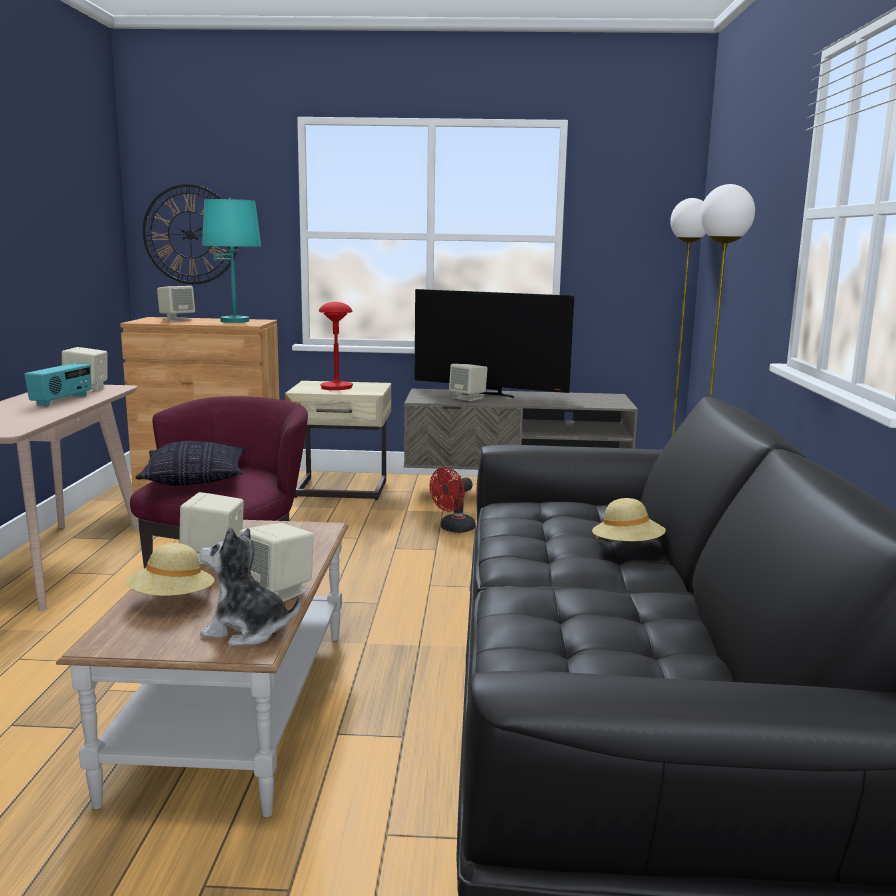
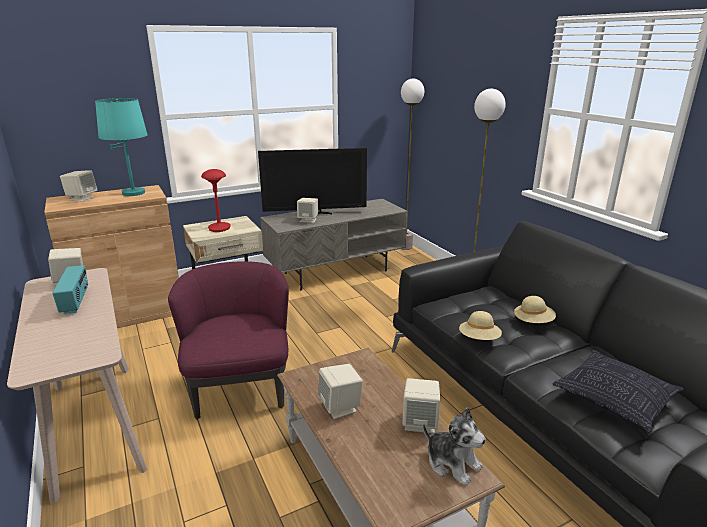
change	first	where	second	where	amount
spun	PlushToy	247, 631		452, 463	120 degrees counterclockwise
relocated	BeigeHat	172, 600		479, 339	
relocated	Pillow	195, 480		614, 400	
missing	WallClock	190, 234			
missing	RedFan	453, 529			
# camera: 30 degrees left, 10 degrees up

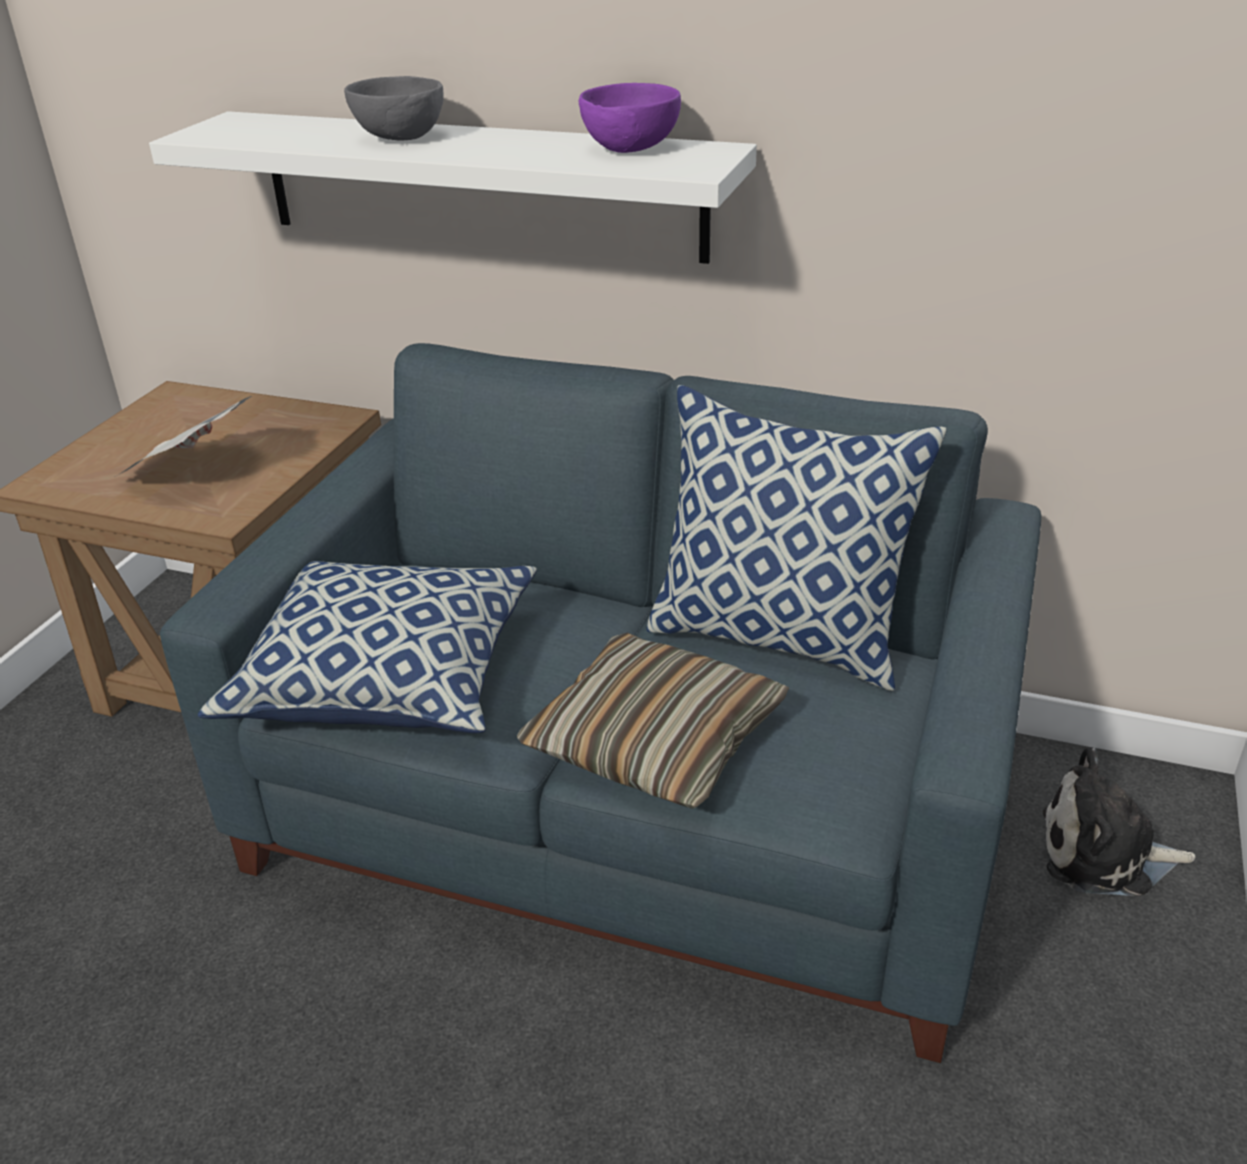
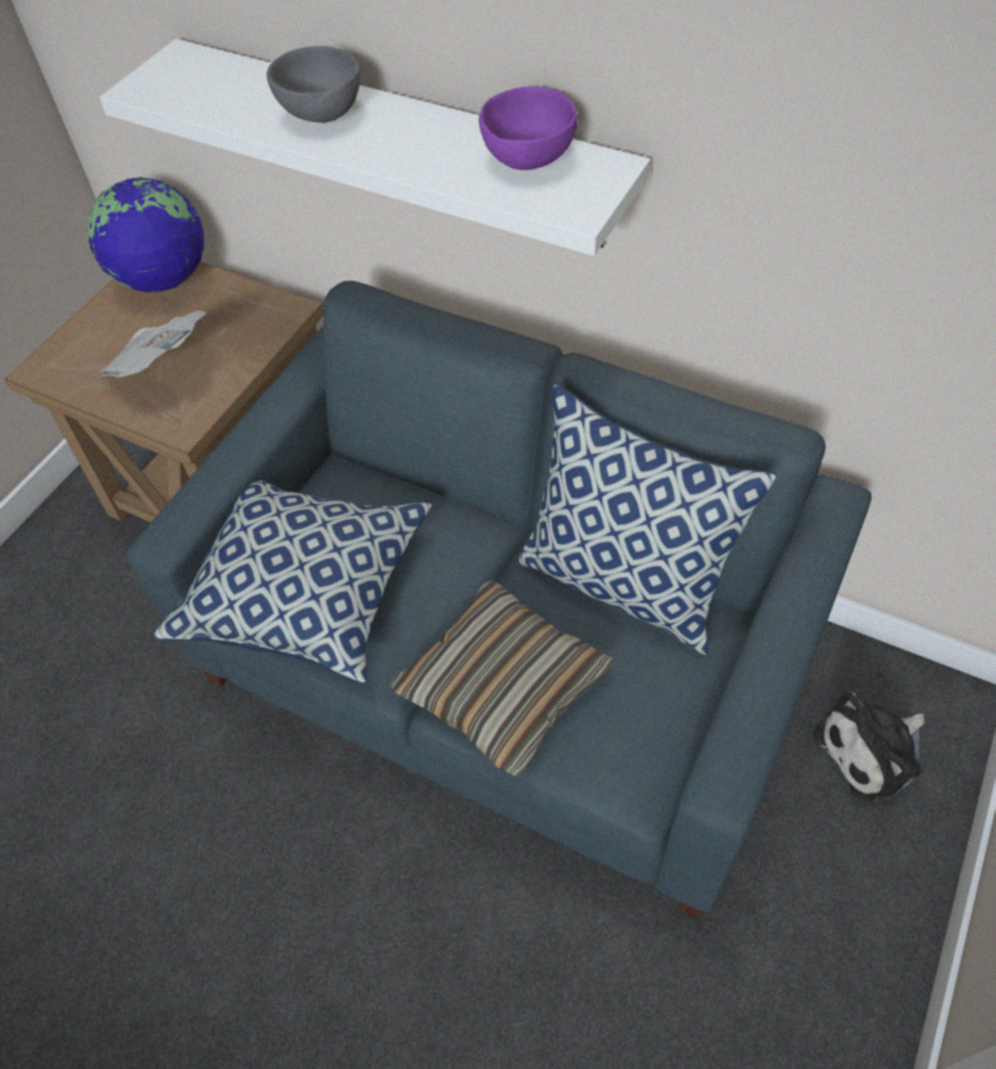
change	first	where	second	where	amount
appeared			Globe	163, 279	
spun	PlushToy	1104, 854		872, 751	45 degrees counterclockwise
# camera: 10 degrees right, 20 degrees up

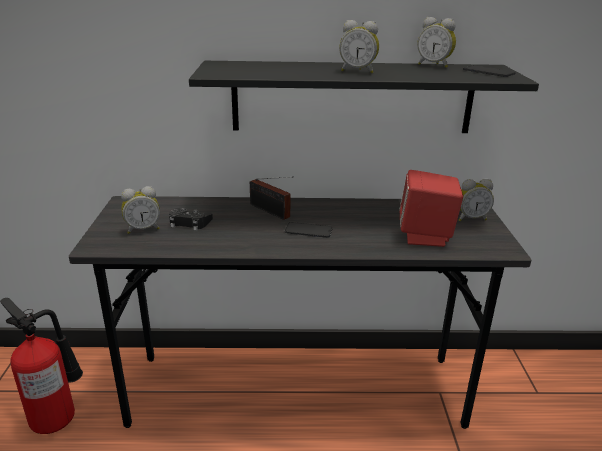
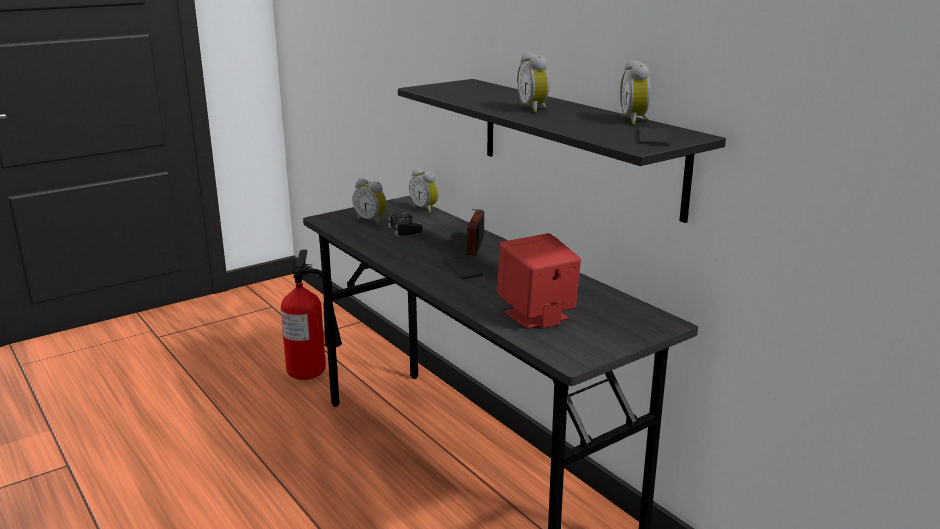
change	first	where	second	where	amount
relocated	AlarmClock	470, 218		425, 209	
# camera: 55 degrees right, 5 degrees down

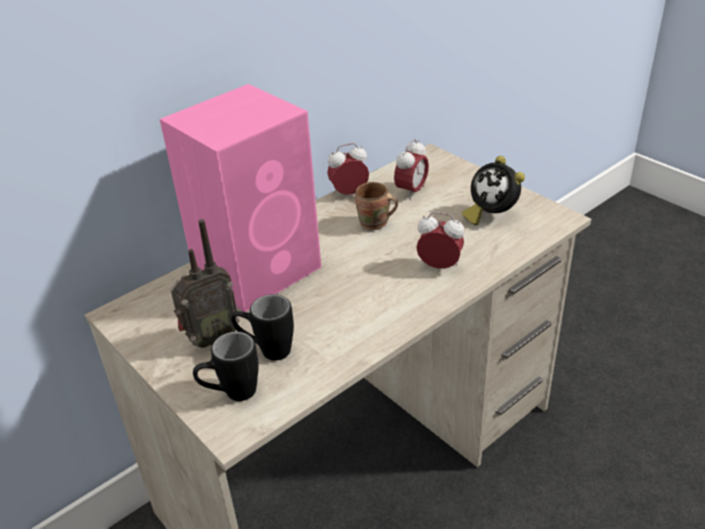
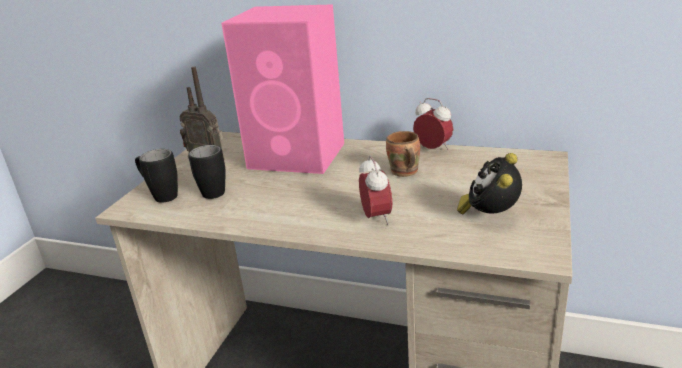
change	first	where	second	where	amount
missing	AlarmClock	411, 192			
# camera: 60 degrees right, 10 degrees down

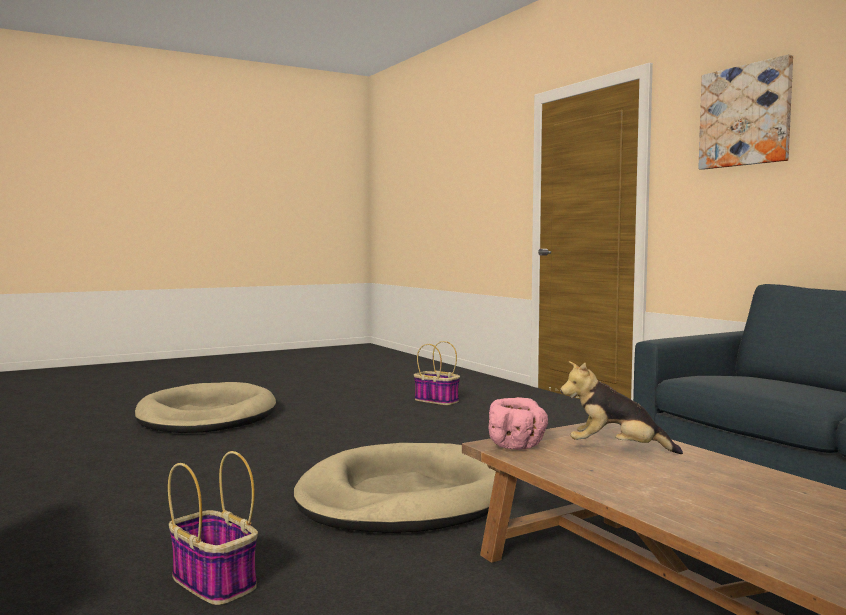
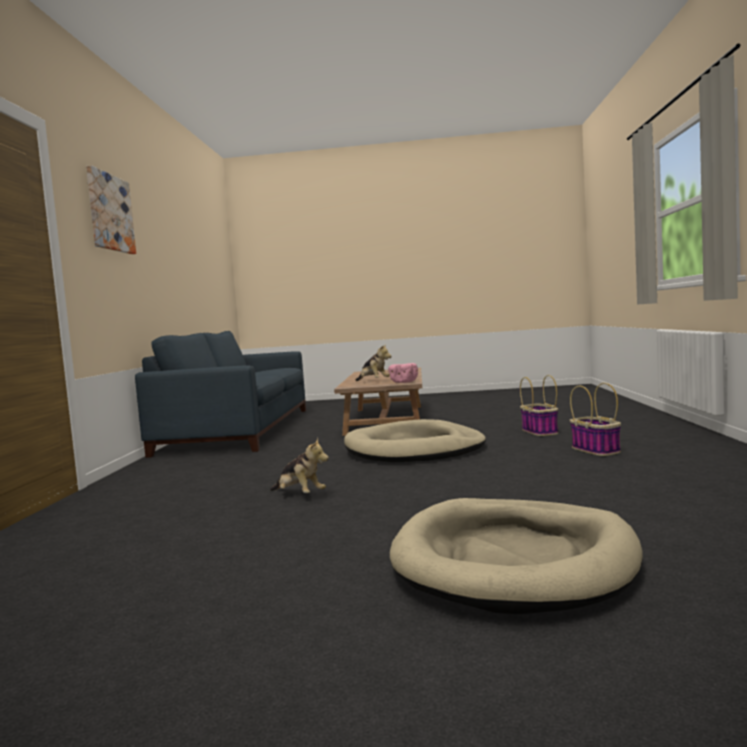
change	first	where	second	where	amount
appeared			PlushToy	299, 495	
relocated	Basket	435, 401		596, 450	
# camera: 145 degrees left, 0 degrees up

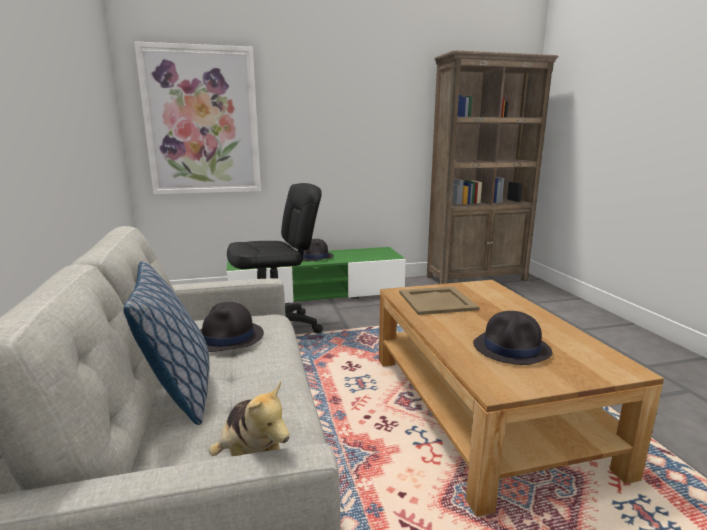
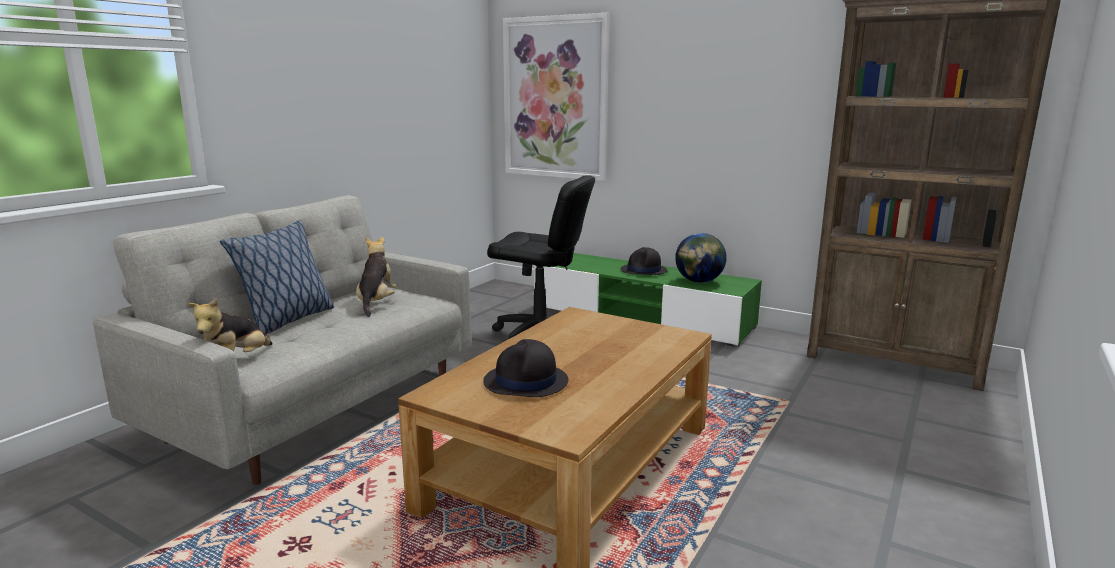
change	first	where	second	where	amount
exchanged	BlackHat	228, 338	PlushToy	376, 303	
appeared			Globe	699, 281	
missing	BeigeTray	437, 301			
# camera: 45 degrees right, 0 degrees up

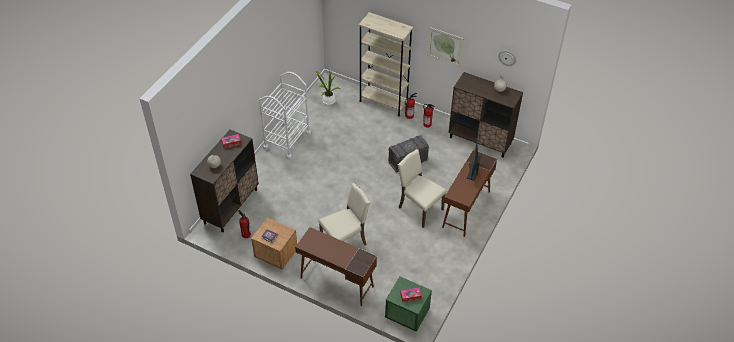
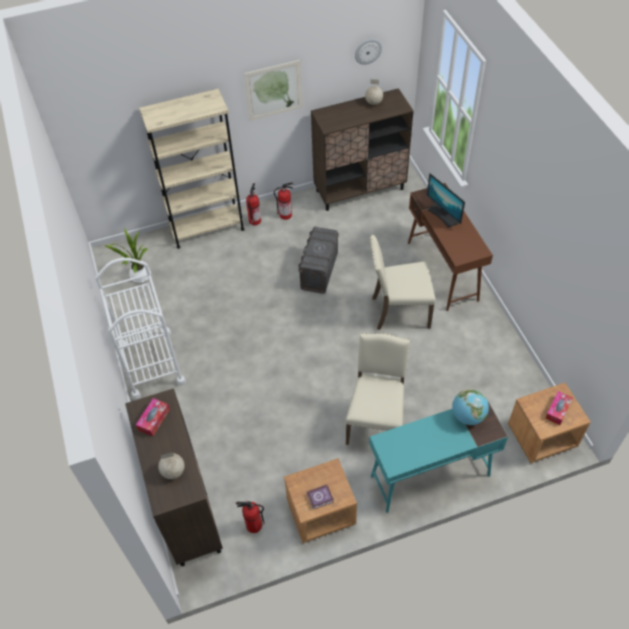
change	first	where	second	where	amount
colour	BrownDesk	336, 282	TurquoiseDesk	429, 476	
appeared			Globe	468, 416	
colour	GreenNightstand	407, 313	BrownNightstand	541, 436	
# camera: 45 degrees left, 5 degrees up

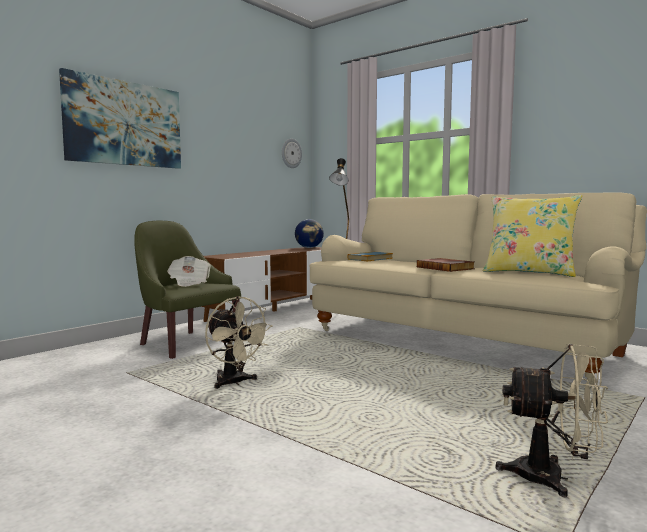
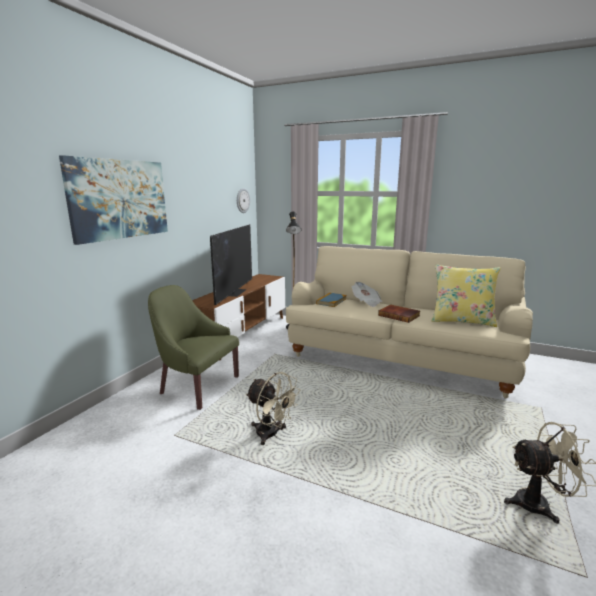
change	first	where	second	where	amount
appeared			Television	235, 292	
relocated	Newspaper	189, 283		366, 302	
missing	Globe	309, 248			
# camera: 15 degrees left, 10 degrees up

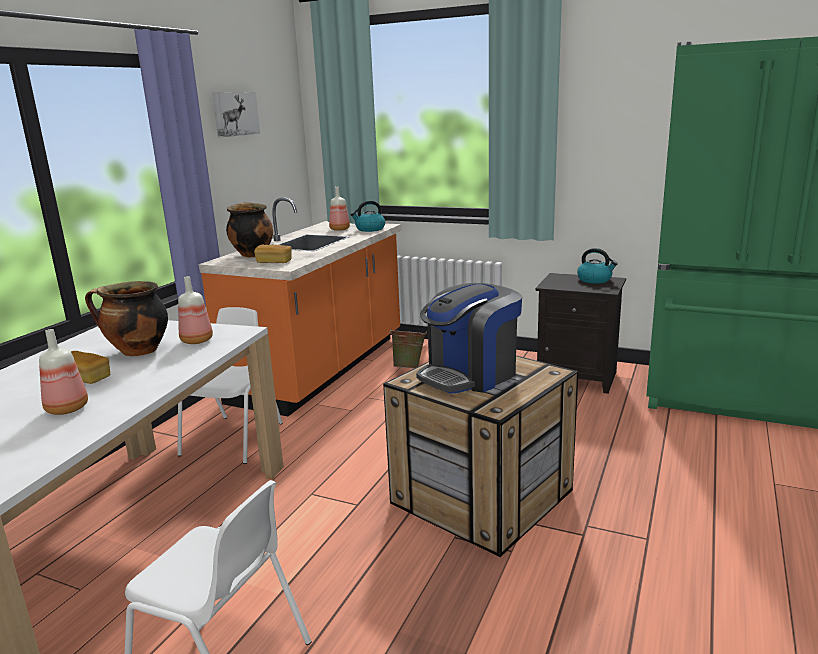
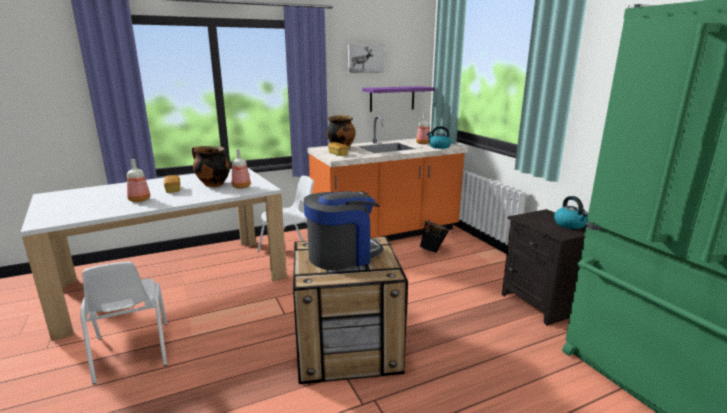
change	first	where	second	where	amount
spun	CoffeeMachine	470, 375		342, 255	150 degrees clockwise
appeared			PurpleShelf	392, 98	
colour	GreenBucket	409, 368	BlackBucket	433, 251	
# camera: 40 degrees right, 0 degrees up

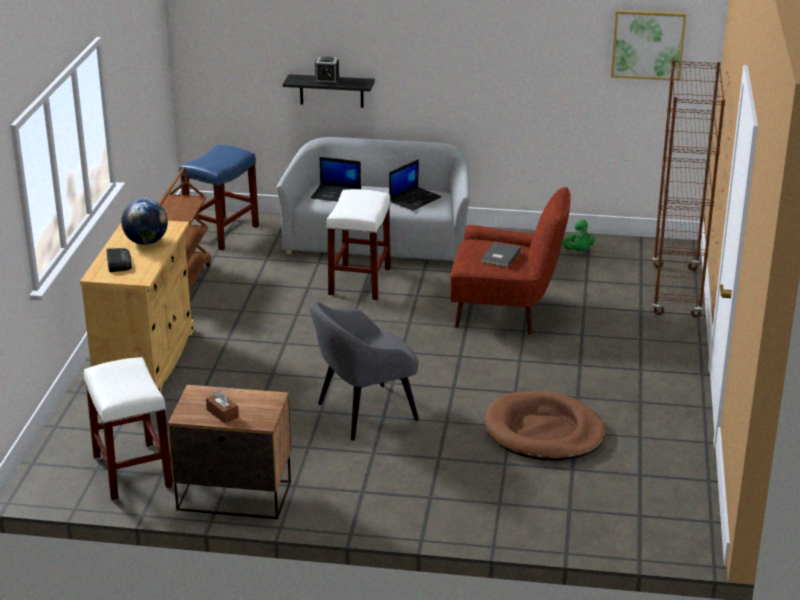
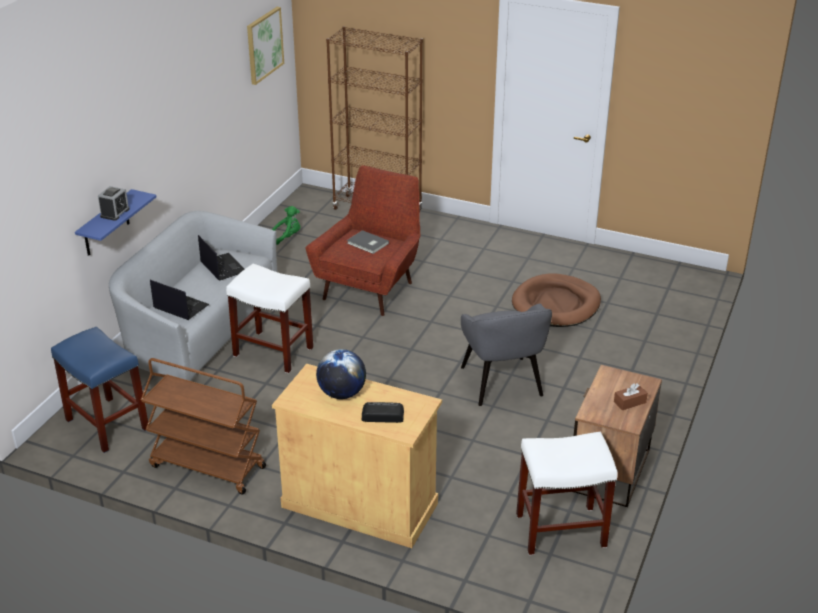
change	first	where	second	where	amount
colour	BlackShelf	331, 91	BlueShelf	106, 224	
spun	Laptop	337, 194		180, 307	90 degrees counterclockwise
# camera: 75 degrees left, 5 degrees up

